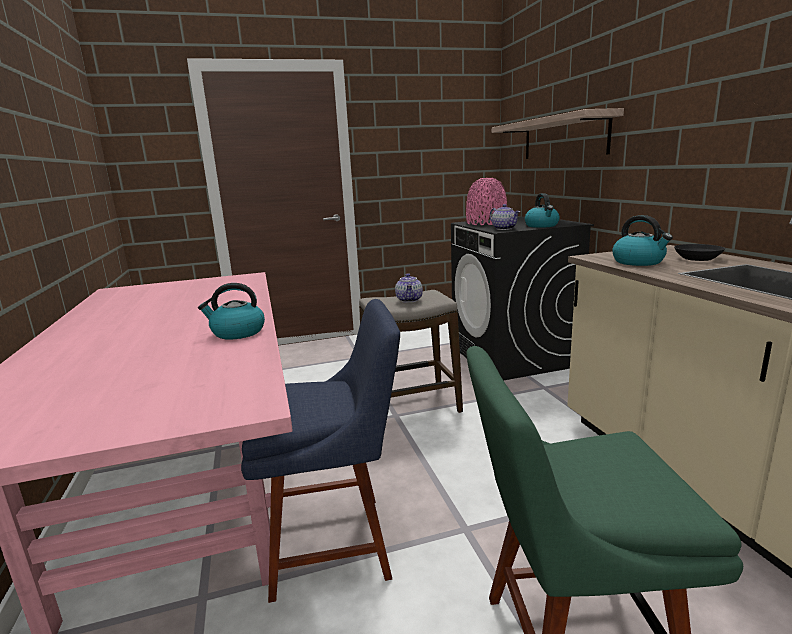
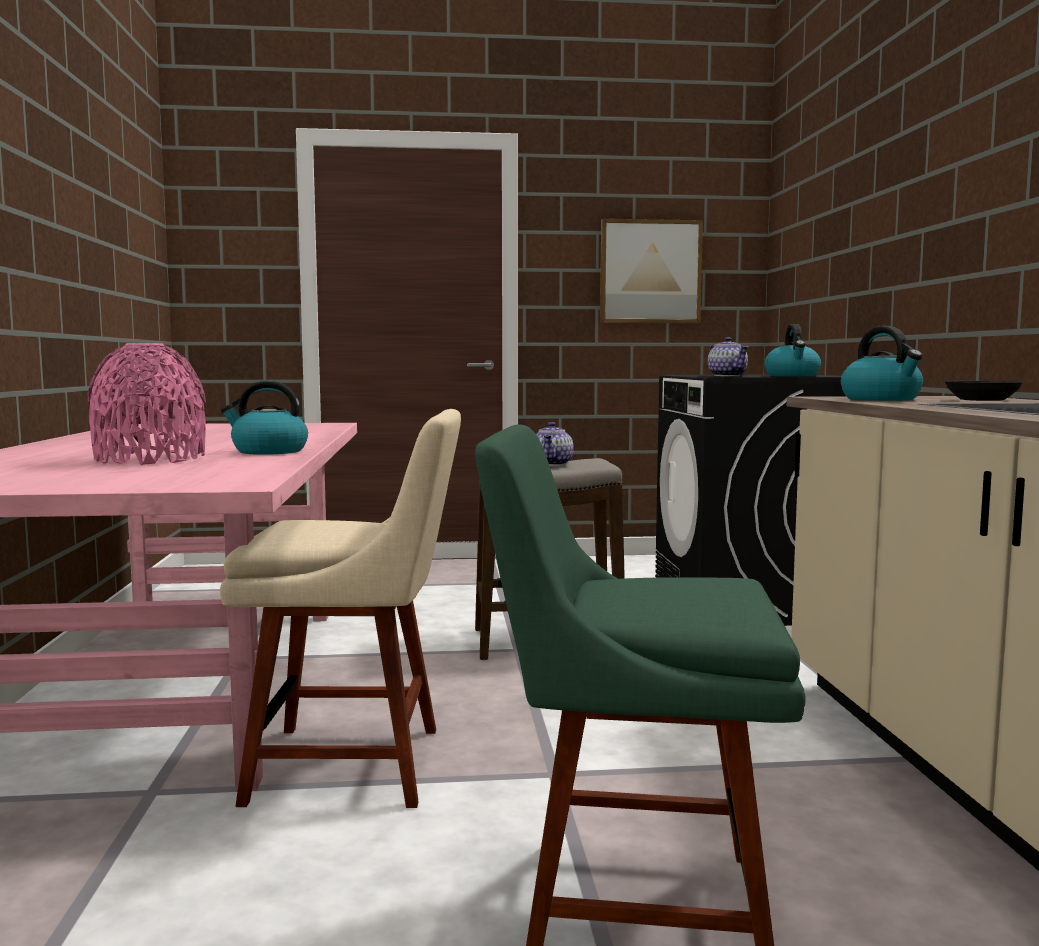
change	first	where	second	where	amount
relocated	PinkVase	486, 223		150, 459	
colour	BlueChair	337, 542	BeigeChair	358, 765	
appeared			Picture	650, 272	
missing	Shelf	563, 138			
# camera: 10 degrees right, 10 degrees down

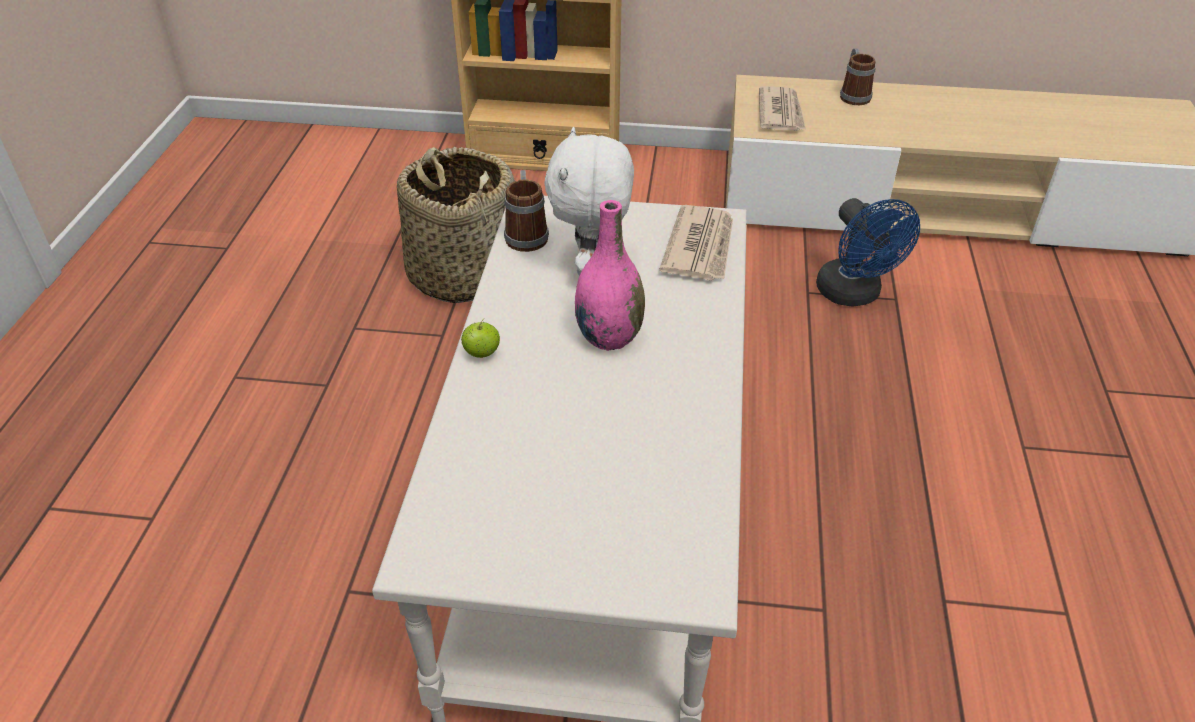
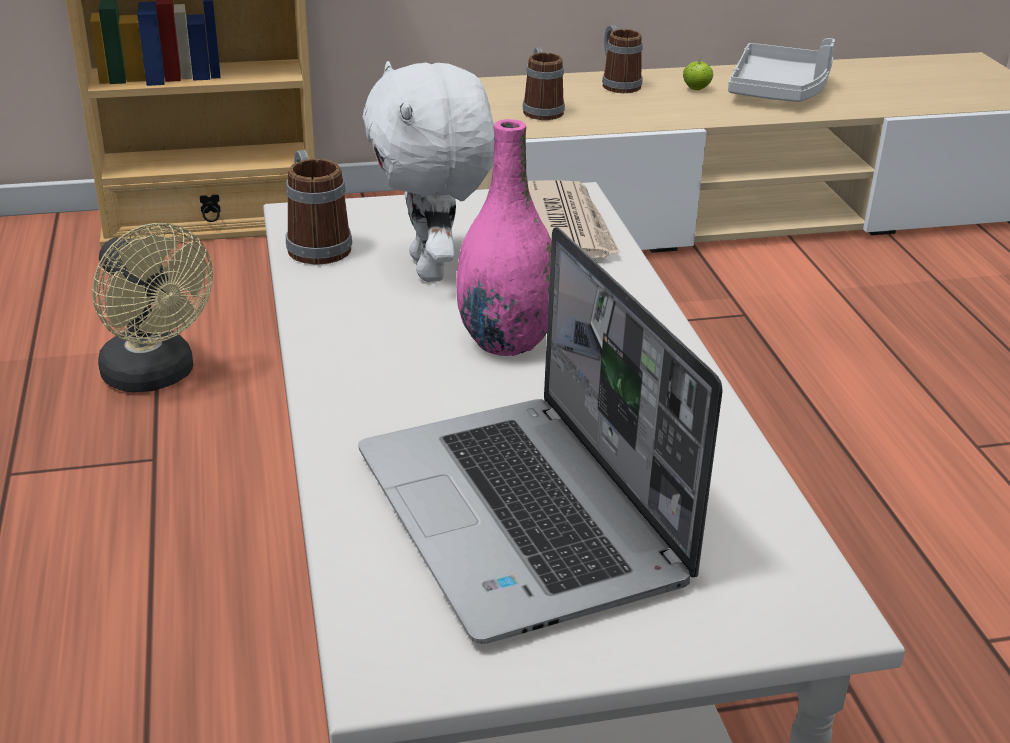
change	first	where	second	where	amount
exchanged	Basket	464, 274	BeigeFan	156, 377	
appeared			Laptop	524, 519	
exchanged	Newspaper	781, 112	Mug	541, 110	
relocated	Apple	482, 353		696, 89	
appeared			GreyTray	779, 90	
missing	BlueFan	854, 295			
# camera: 20 degrees left, 10 degrees down

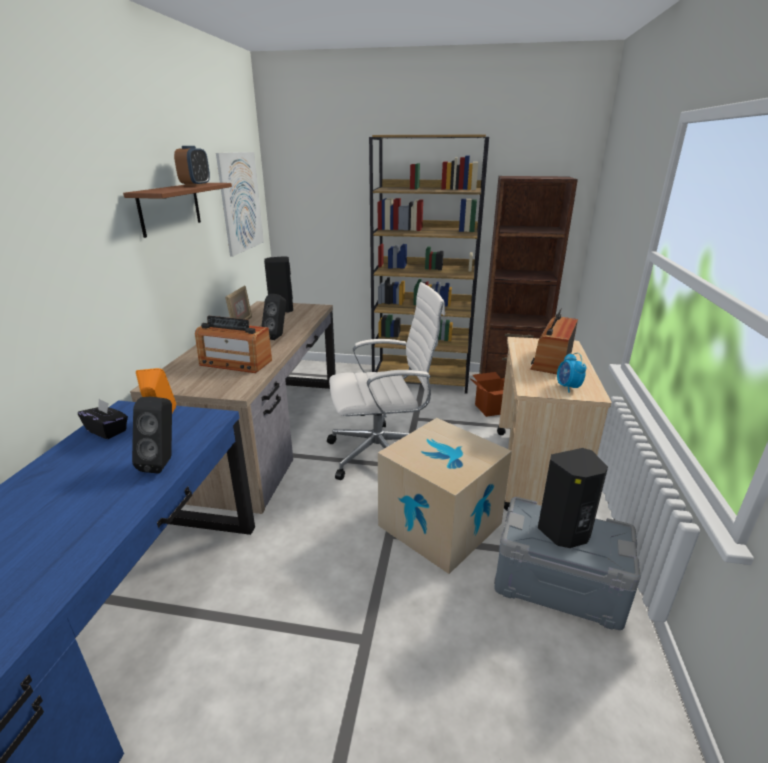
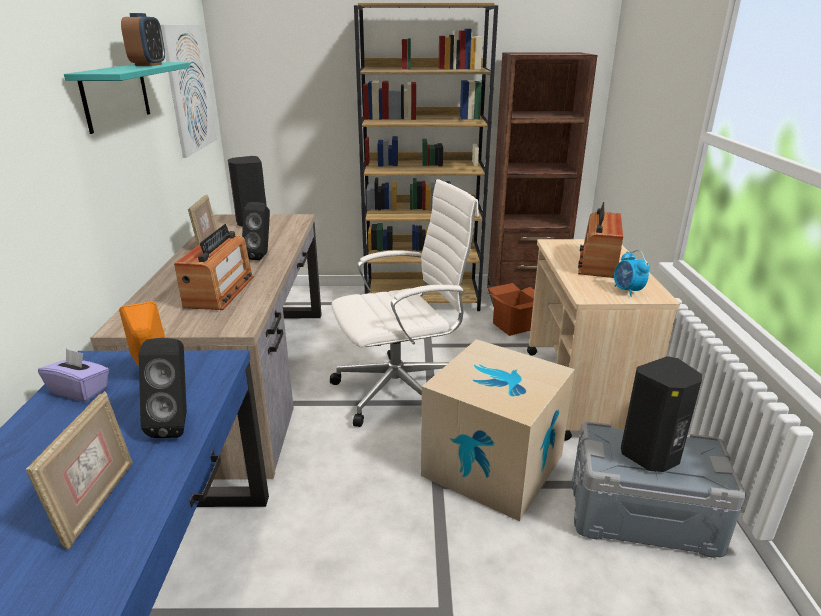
change	first	where	second	where	amount
appeared			PictureFrame	97, 503	
colour	BlackTissueBox	107, 430	PurpleTissueBox	80, 390	
colour	BrownShelf	170, 208	TurquoiseShelf	116, 95	
spun	Radio	235, 363		220, 291	90 degrees counterclockwise
# camera: 10 degrees left, 0 degrees up

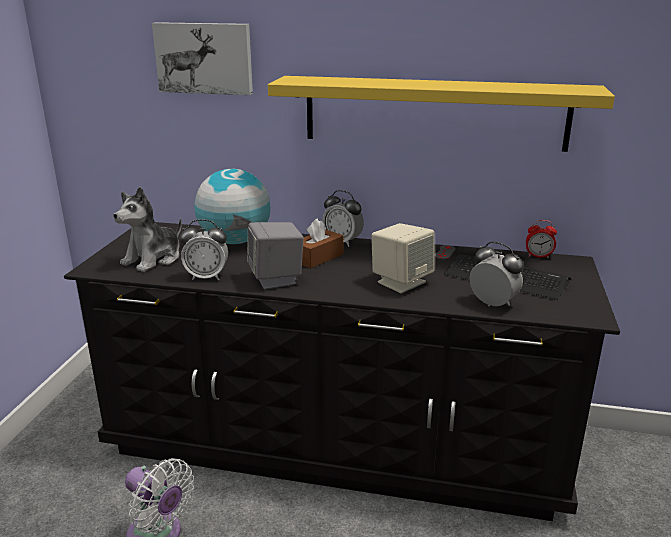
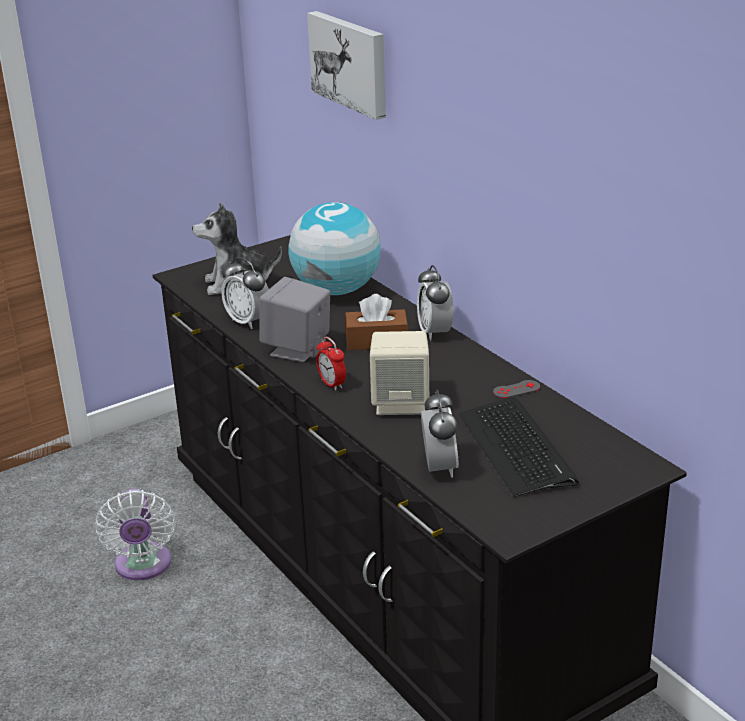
change	first	where	second	where	amount
relocated	AlarmClock	538, 256		332, 384	
missing	YellowShelf	434, 113			
# camera: 45 degrees right, 5 degrees up

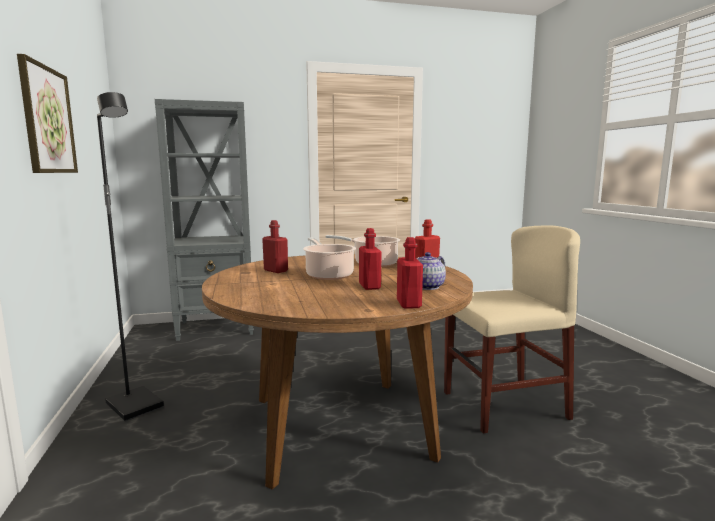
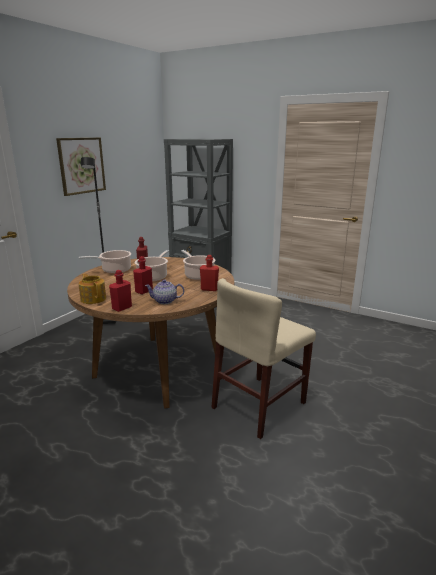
change	first	where	second	where	amount
appeared			CookingPot	114, 270	
appeared			Teapot	93, 299	
spun	BeigeChair	504, 405		259, 405	105 degrees clockwise
# camera: 45 degrees right, 10 degrees up

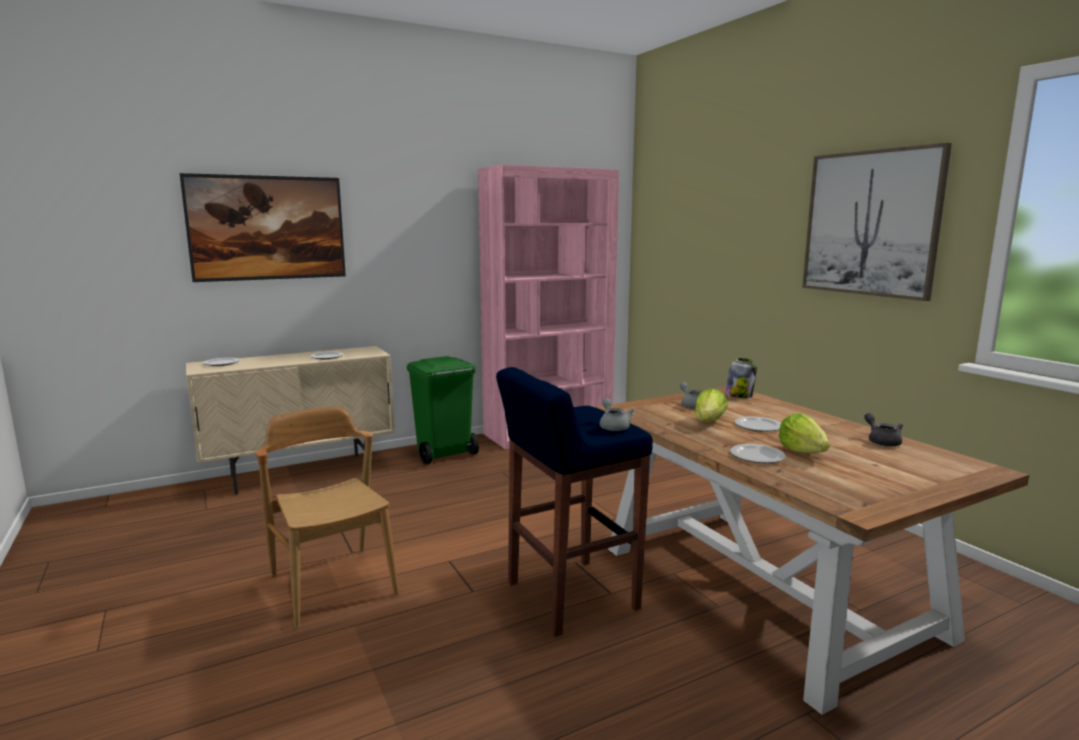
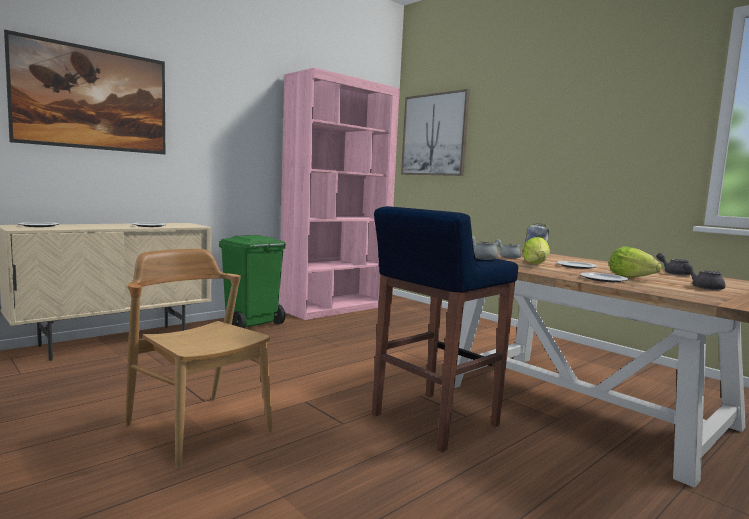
change	first	where	second	where	amount
relocated	Picture	870, 223		434, 134	
appeared			GreyTeapot	704, 287	
# camera: 15 degrees left, 5 degrees down

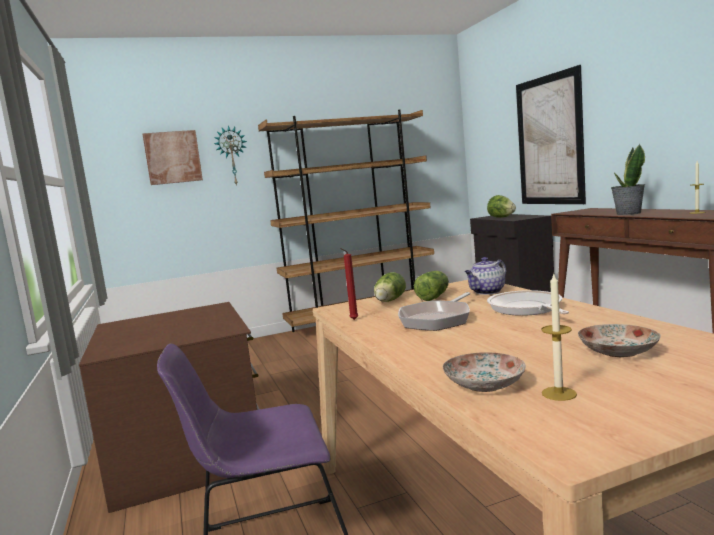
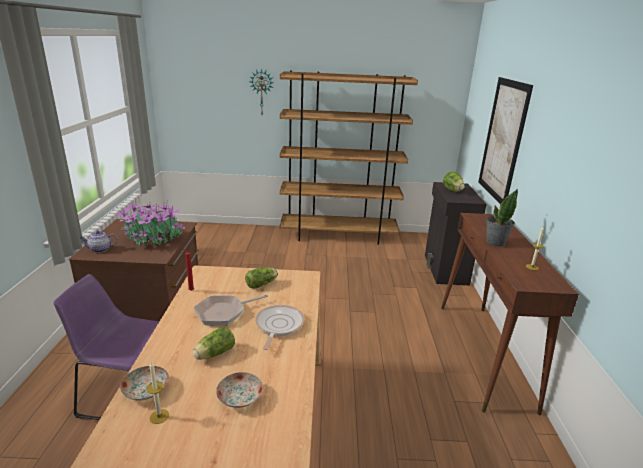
change	first	where	second	where	amount
relocated	Teapot	487, 292		100, 249	
appeared			PottedPlant	153, 240	
relocated	Lettuce	389, 301		213, 354	
missing	Picture	173, 157			
# camera: 20 degrees right, 15 degrees up

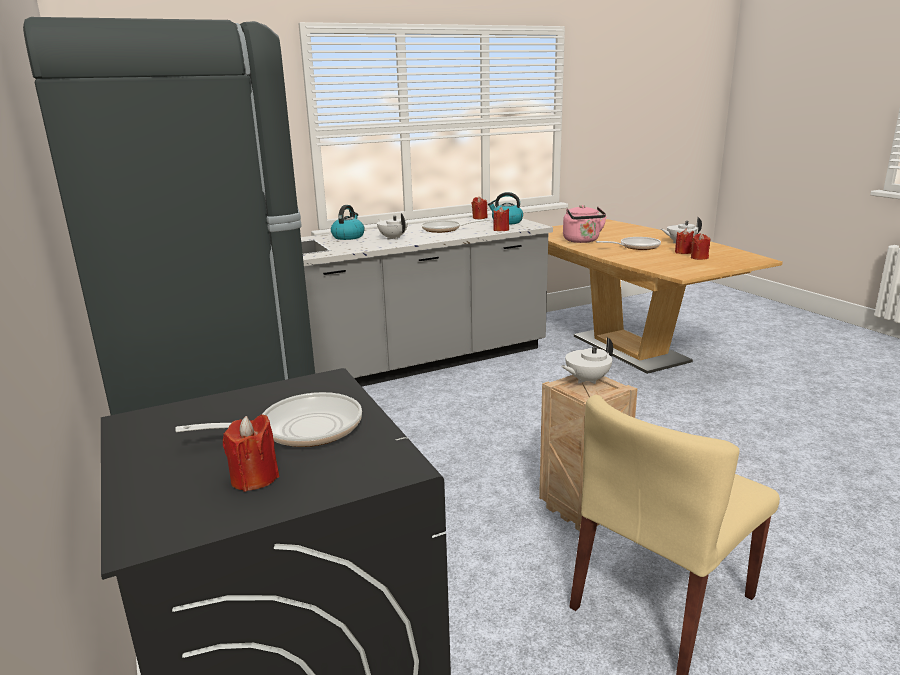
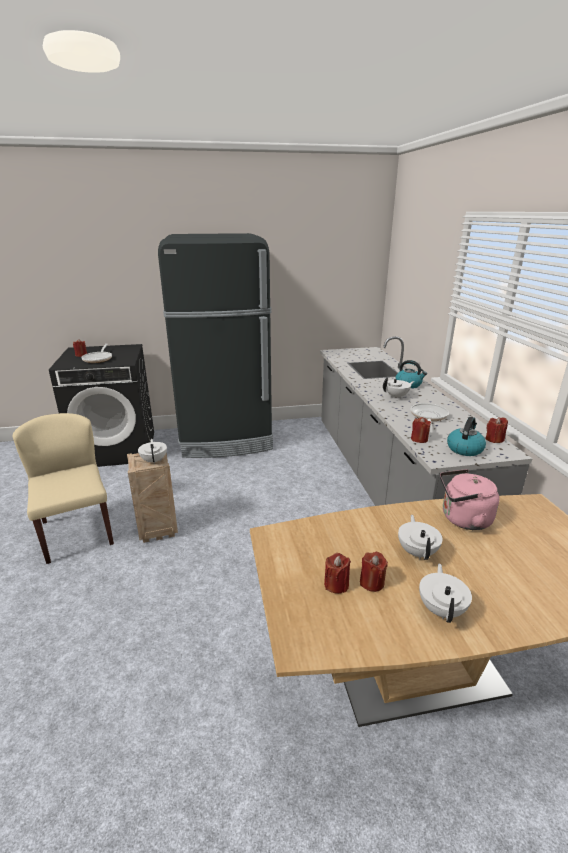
change	first	where	second	where	amount
exchanged	FryingPan	636, 247	WhiteTeapot	417, 552	
# camera: 105 degrees right, 5 degrees up

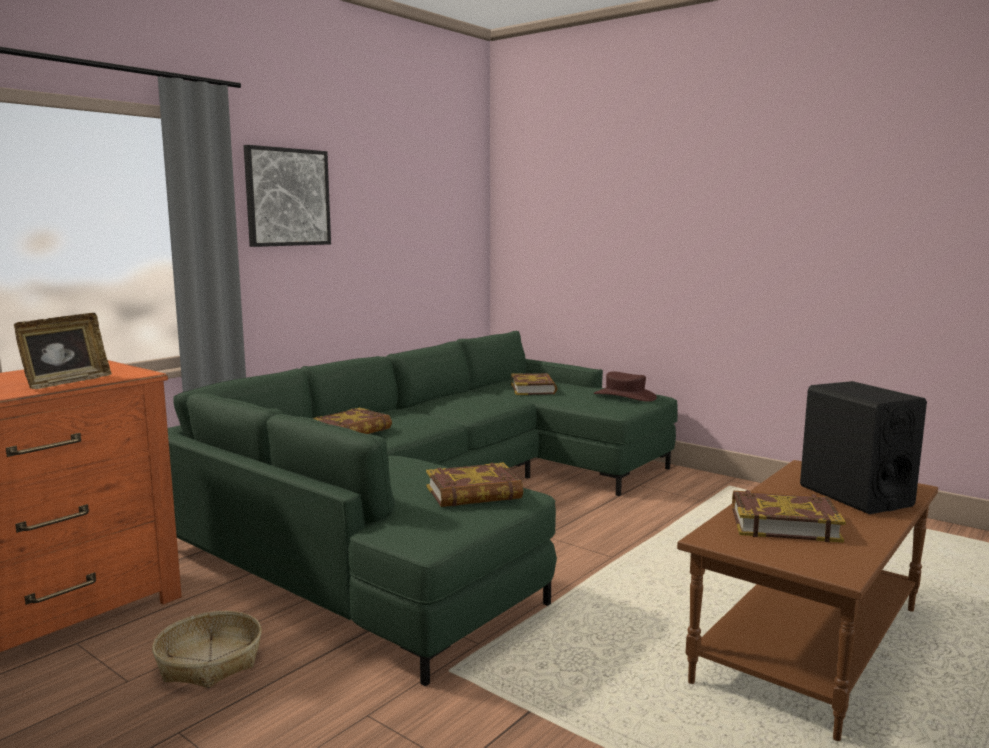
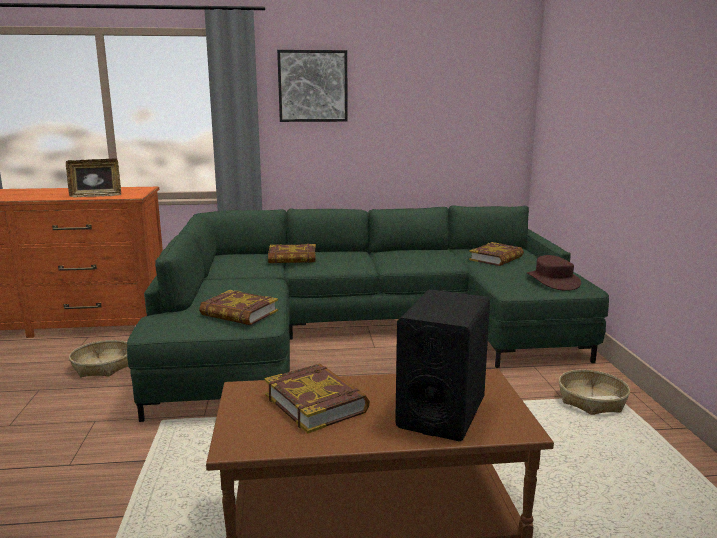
change	first	where	second	where	amount
appeared			Basket	592, 400	
# camera: 45 degrees right, 5 degrees up

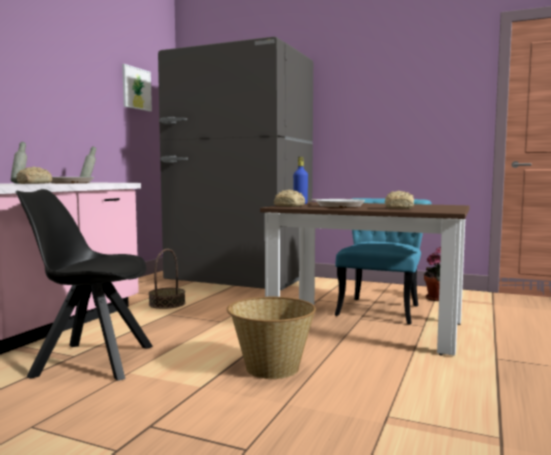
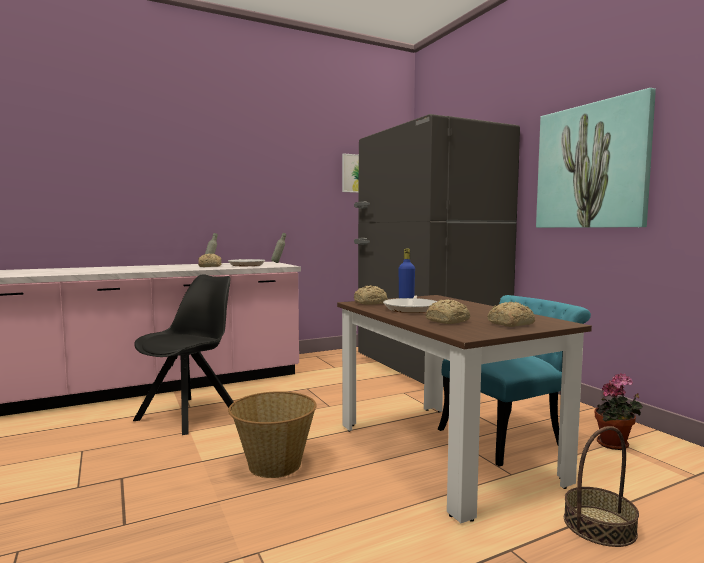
change	first	where	second	where	amount
spun	BlackChair	91, 361		189, 414	75 degrees clockwise
appeared			Bread	509, 324	
appeared			Picture	591, 166	
relocated	Basket	167, 304		599, 525	
# camera: 40 degrees right, 0 degrees up

